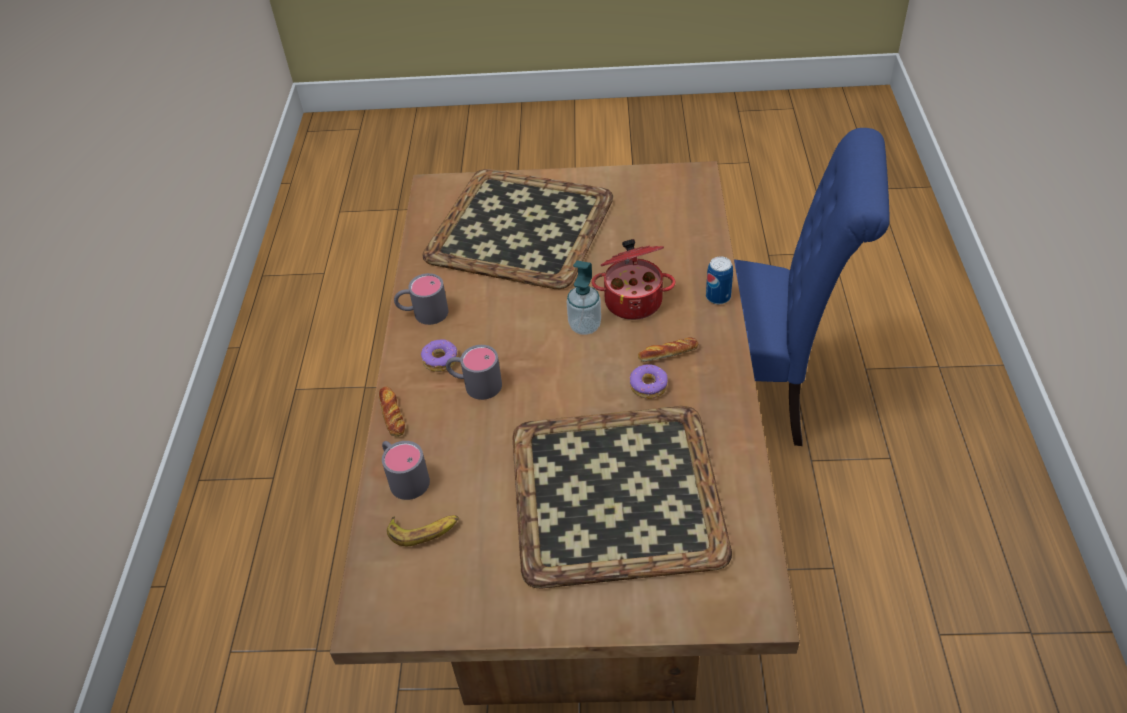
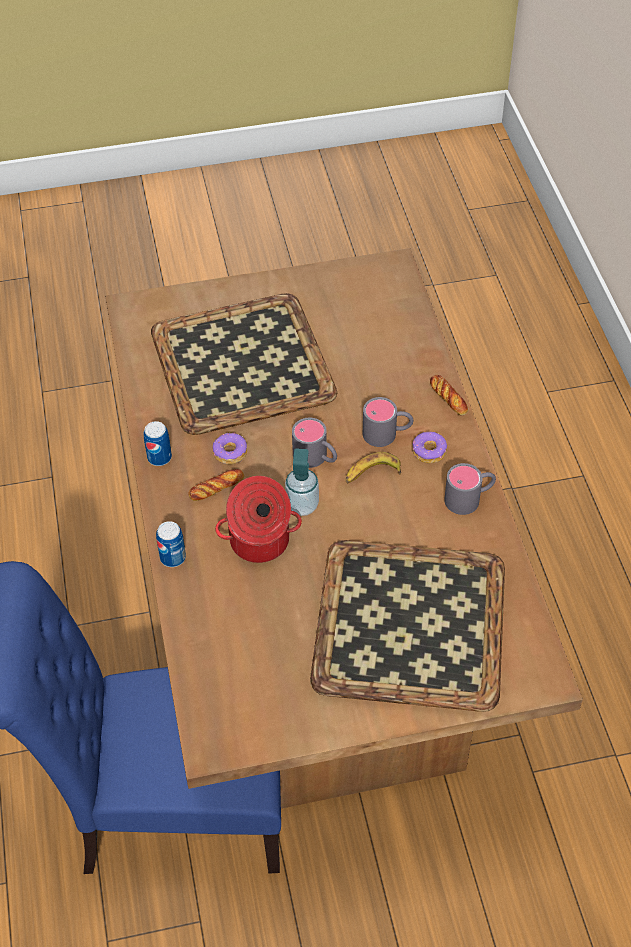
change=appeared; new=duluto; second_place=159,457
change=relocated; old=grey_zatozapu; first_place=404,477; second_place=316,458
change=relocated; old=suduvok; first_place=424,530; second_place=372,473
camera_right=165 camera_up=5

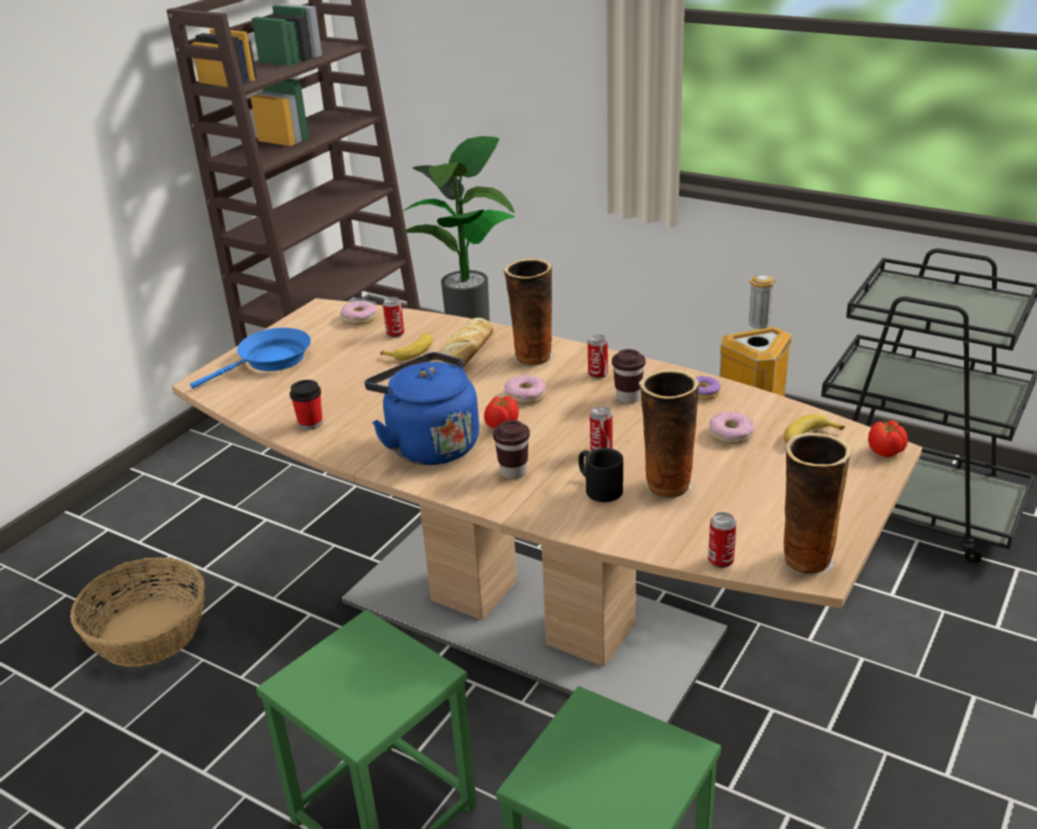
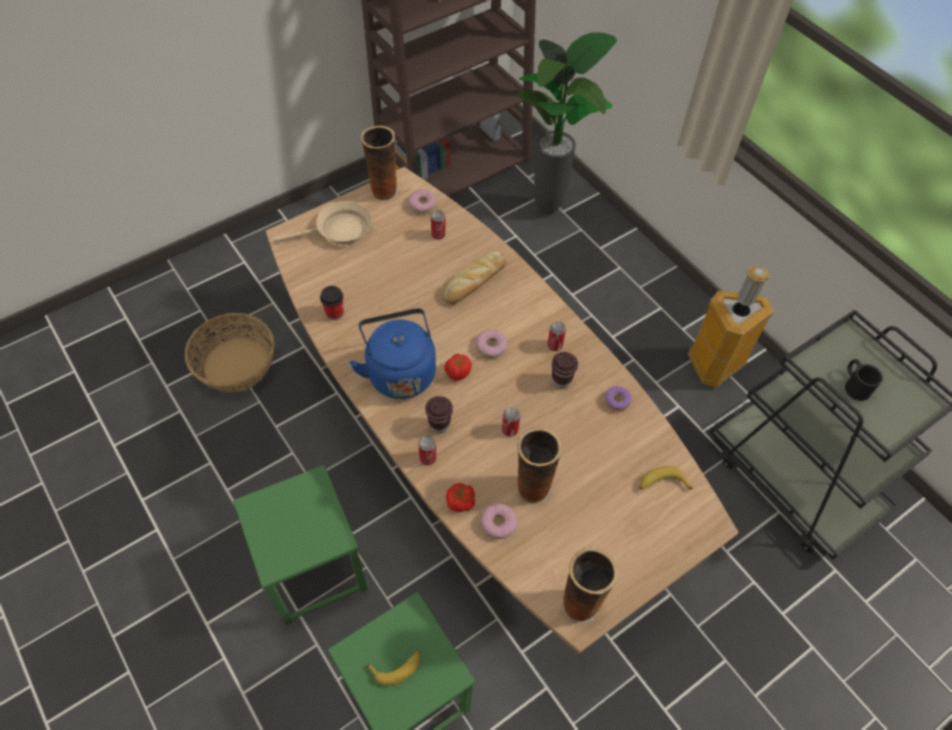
change=relocated; old=suduvok; first_place=411,351; second_place=397,667
change=relocated; old=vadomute; first_place=531,357; second_place=383,191
change=relocated; old=black_zatozapu; first_place=598,487; second_place=854,384
change=relocated; old=duluto; first_place=720,561; second_place=428,458
change=relocated; old=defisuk; first_place=731,434; second_place=498,523
change=relocated; old=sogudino; first_place=885,451; second_place=461,502
change=colour; old=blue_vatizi; new=beige_vatizi; first_place=270,361; second_place=339,230
camera_right=20 camera_up=25

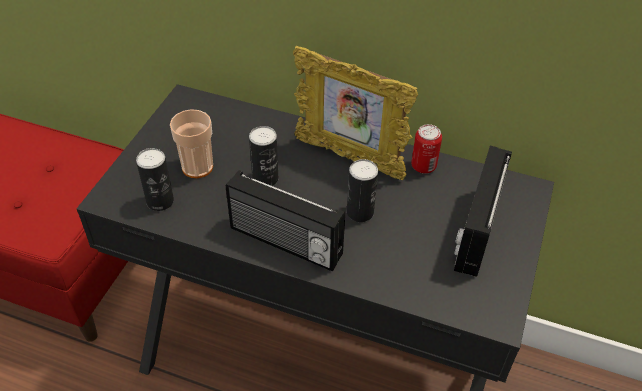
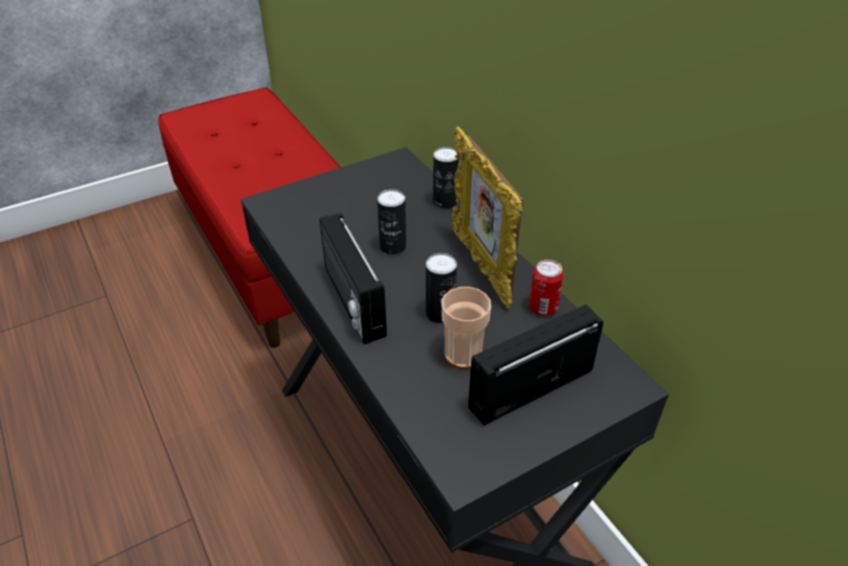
change=relocated; old=duluto; first_place=160,201; second_place=445,202
change=relocated; old=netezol; first_place=197,167; second_place=463,354
camera_right=40 camera_up=-5

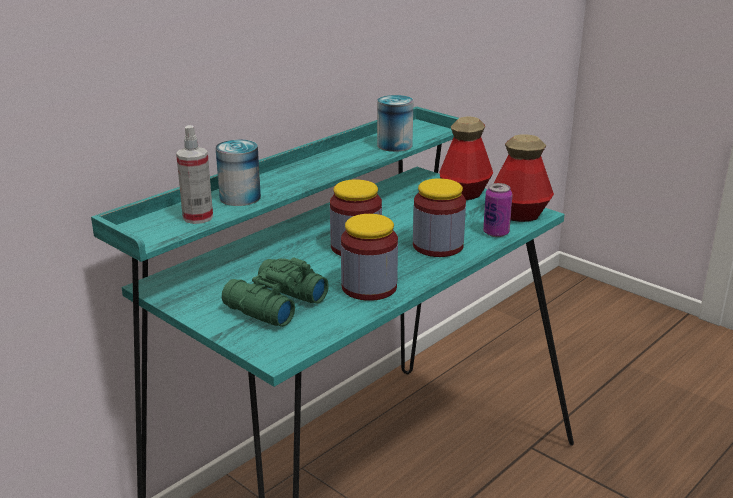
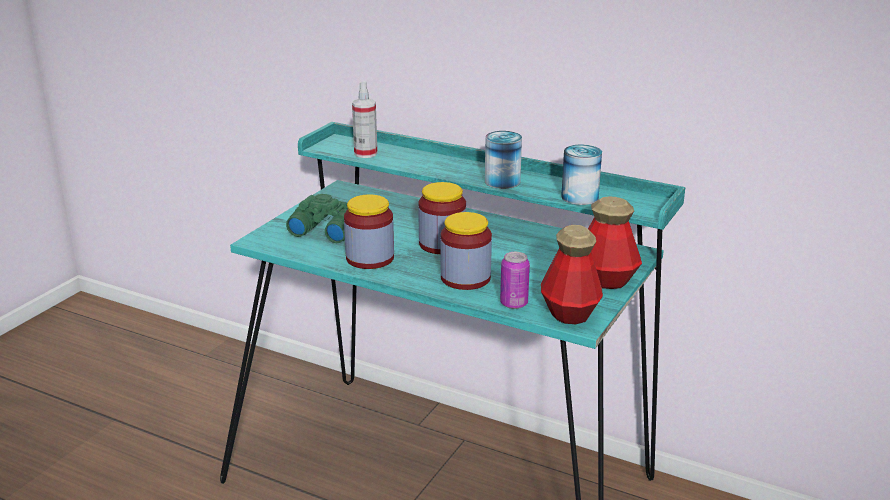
change=relocated; old=duluto; first_place=240,197; second_place=502,181
camera_right=75 camera_up=0

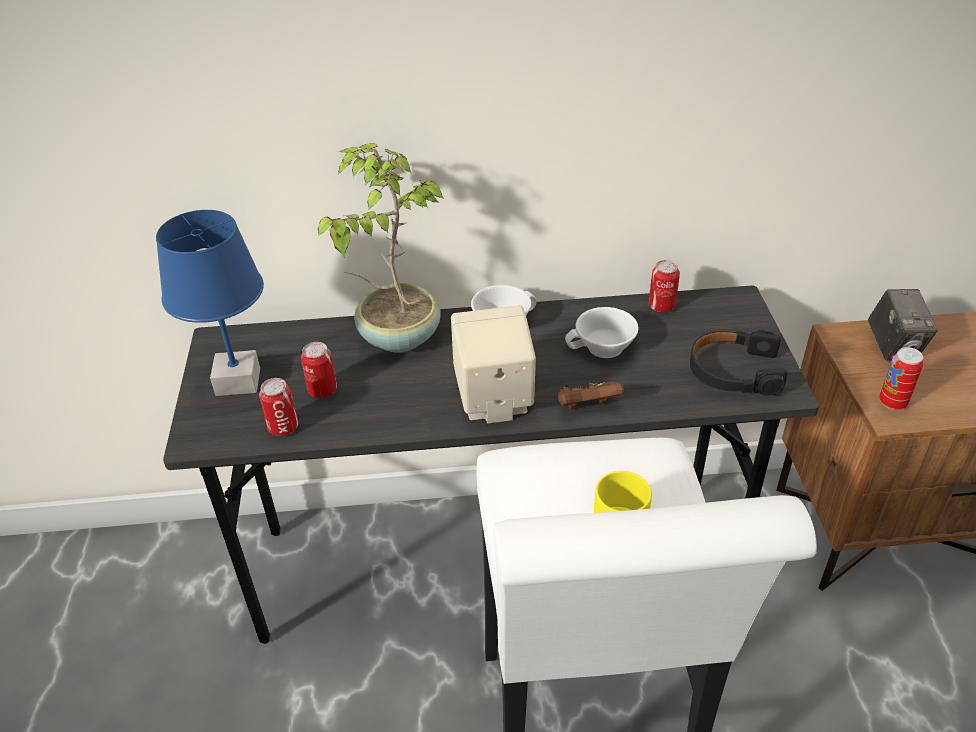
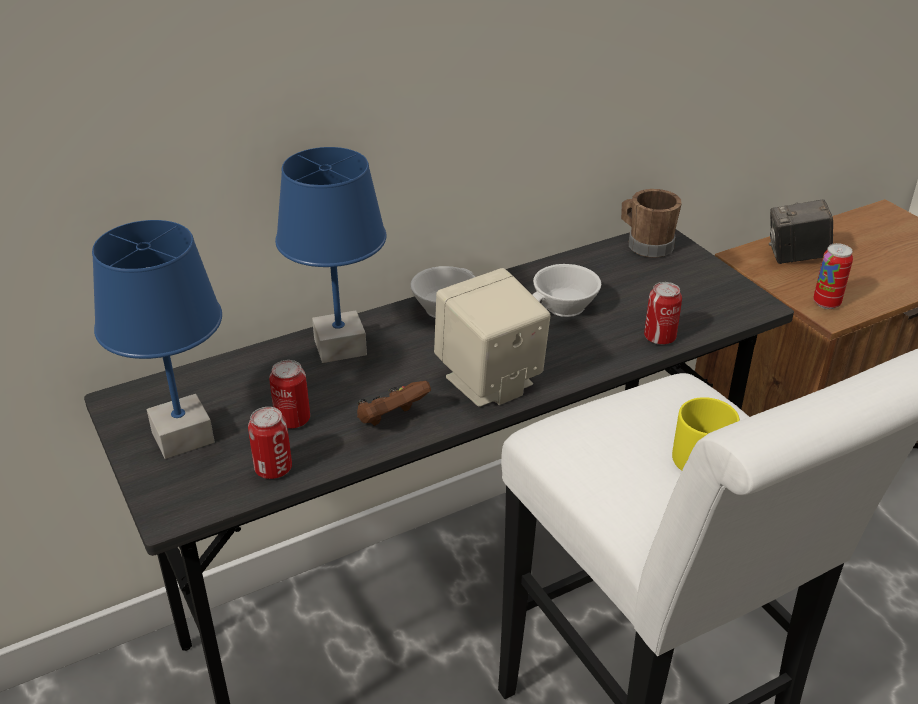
change=missing; old=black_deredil; first_place=734,371
change=appeared; new=brown_zatozapu; second_place=645,244
change=relocated; old=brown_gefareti; first_place=587,407; second_place=391,419
change=relocated; old=duluto; first_place=661,306; second_place=659,338
change=exchanged; old=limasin; new=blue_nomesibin; first_place=397,336; second_place=341,347
change=spun; old=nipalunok; first_place=893,347; second_place=795,257; degrees=120
camera_right=-25 camera_up=-5

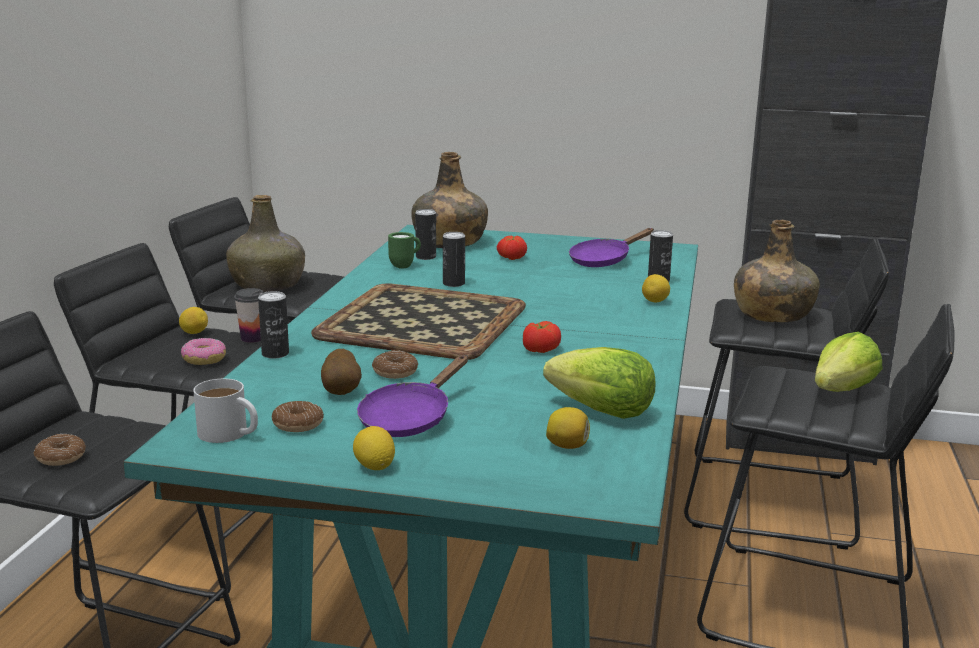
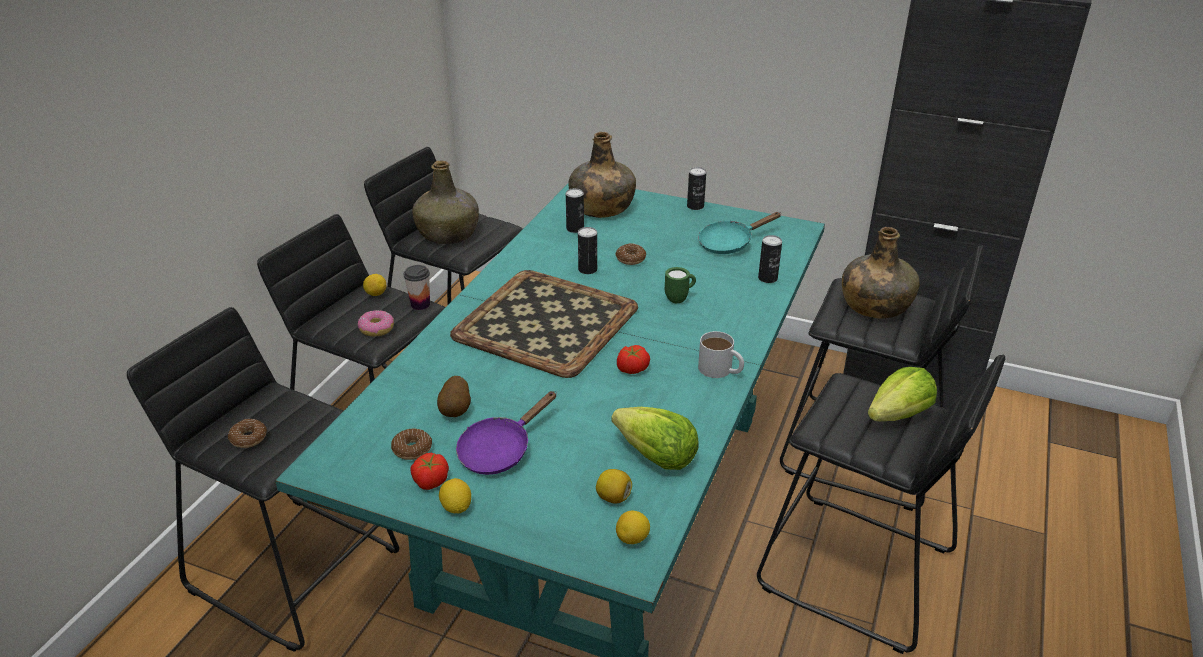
change=relocated; old=white_zatozapu; first_place=230,434; second_place=721,370
change=relocated; old=duluto; first_place=275,354; second_place=695,206
change=relocated; old=defisuk; first_place=395,372; second_place=630,259
change=relocated; old=green_zatozapu; first_place=405,266; second_place=679,299
change=relocated; old=sogudino; first_place=511,257; second_place=430,480
change=relocated; old=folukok; first_place=655,302; second_place=632,539
change=colour; old=purple_vatizi; new=turquoise_vatizi; first_place=604,260; second_place=729,243
camera_right=10 camera_up=15

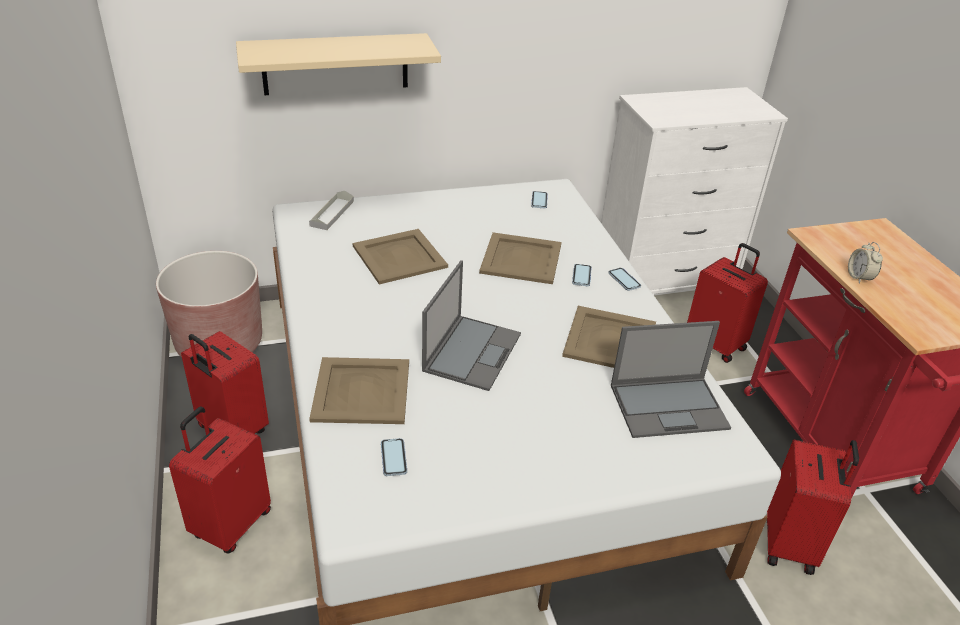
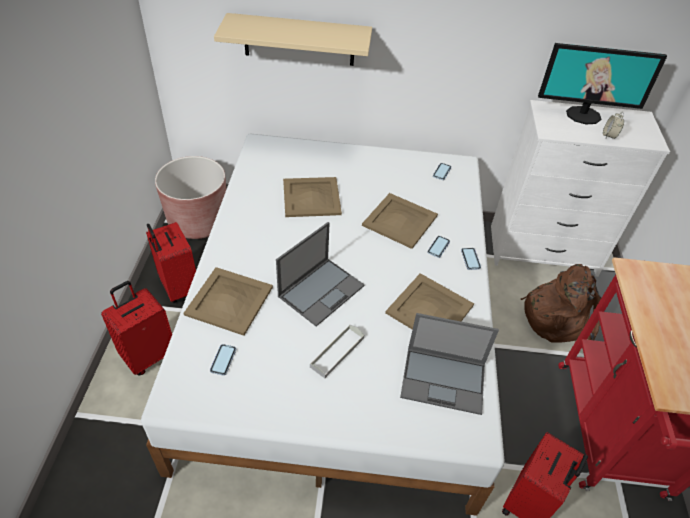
change=appeared; new=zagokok; second_place=583,115
change=relocated; old=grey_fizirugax; first_place=332,213; second_place=337,352
change=relocated; old=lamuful; first_place=859,277; second_place=609,136
change=exchanged; old=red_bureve; new=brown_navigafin; first_place=716,343; second_place=557,317
camera_right=20 camera_up=10

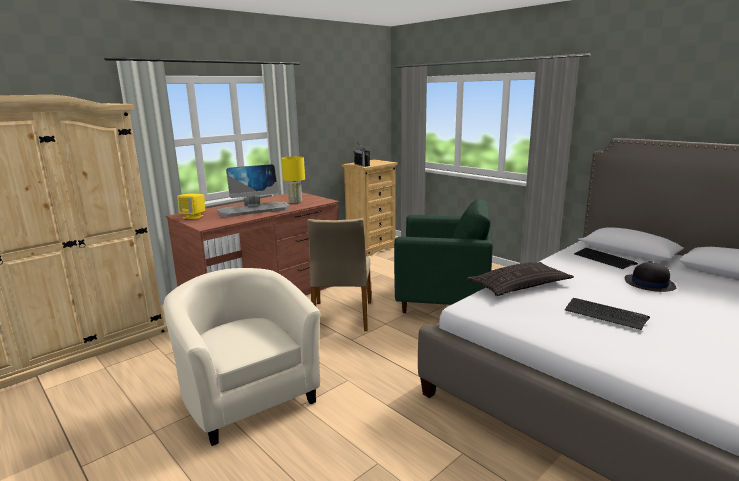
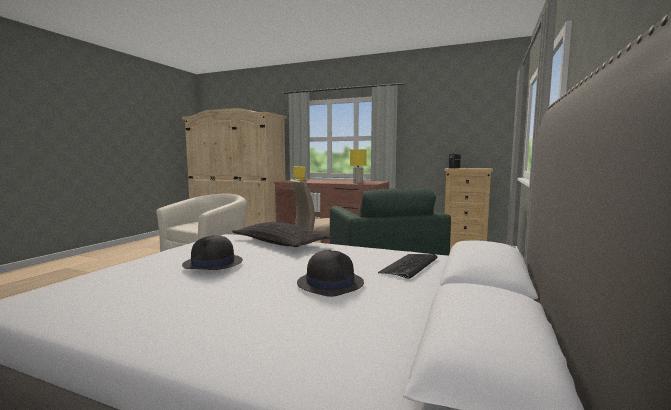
change=missing; old=zagokok; first_place=254,210
change=exchanged; old=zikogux; new=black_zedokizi; first_place=605,314; second_place=213,263
camera_right=65 camera_up=-10

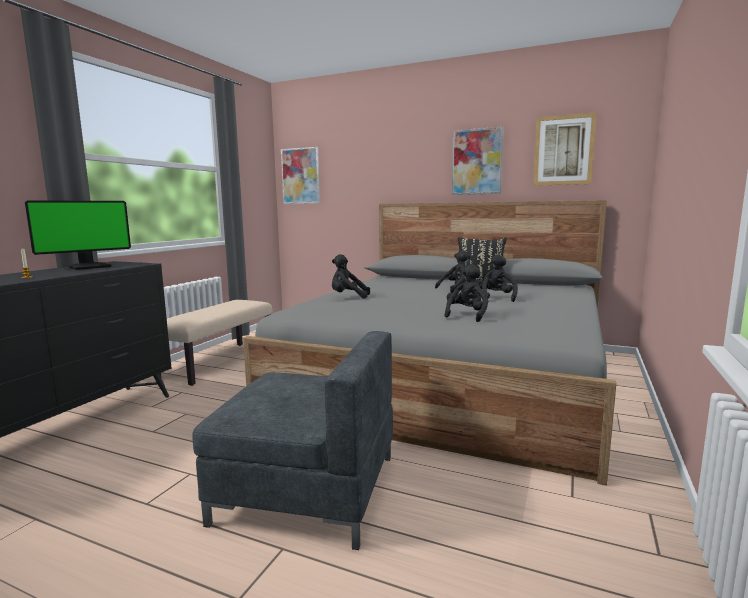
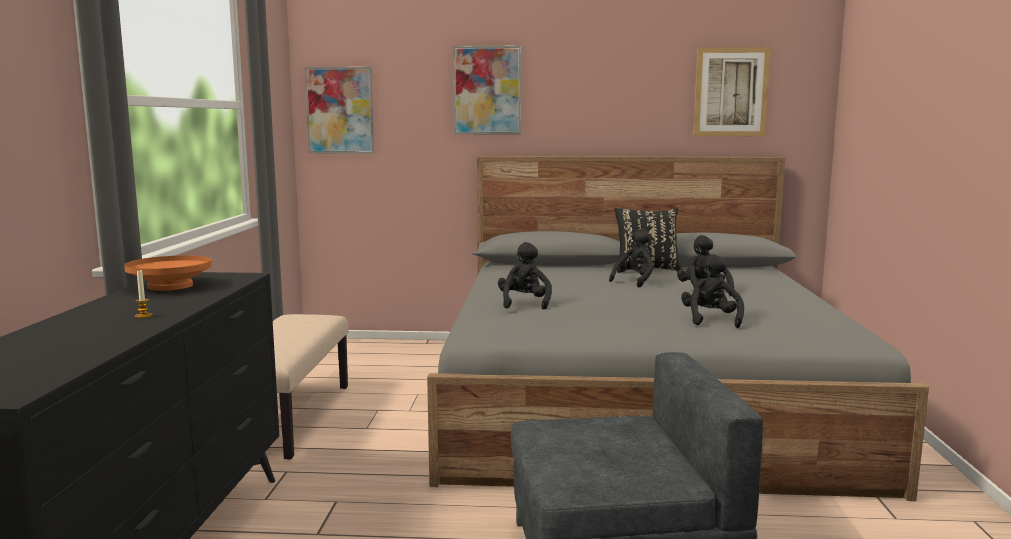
change=relocated; old=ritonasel; first_place=477,162; second_place=487,90
change=exchanged; old=zagokok; new=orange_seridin; first_place=89,266; second_place=170,286
change=spun; old=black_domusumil; first_place=348,297; second_place=524,304; degrees=105
camera_right=-20 camera_up=0

